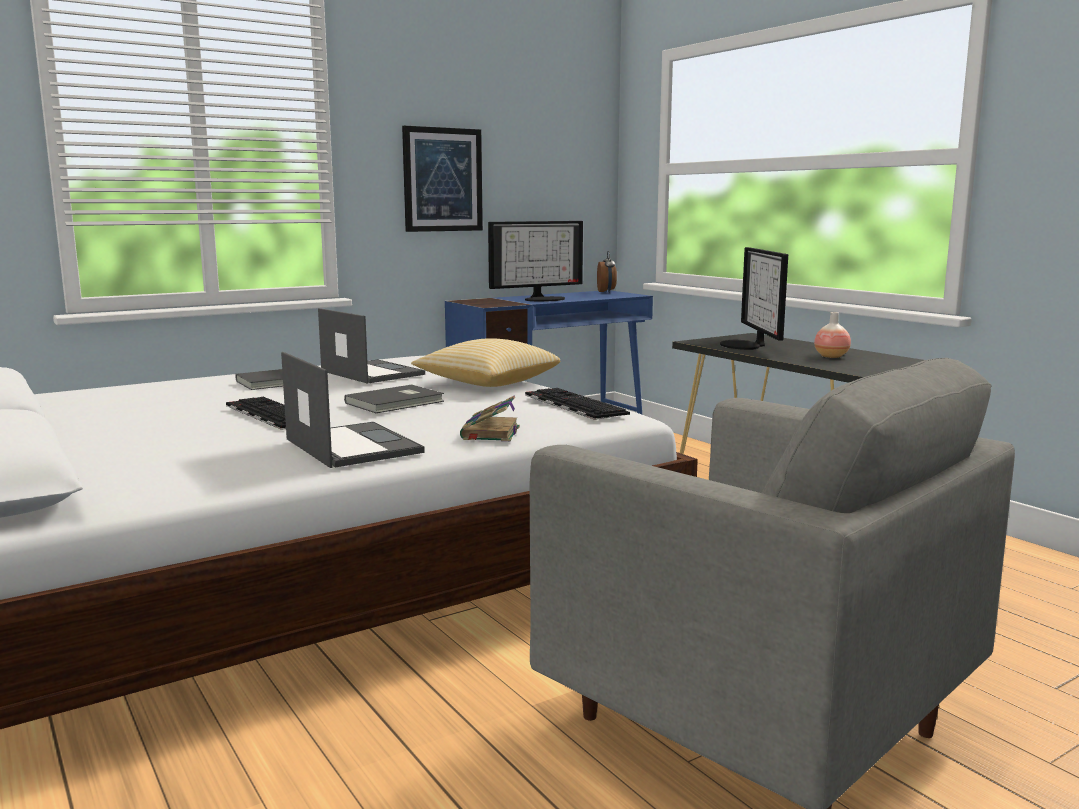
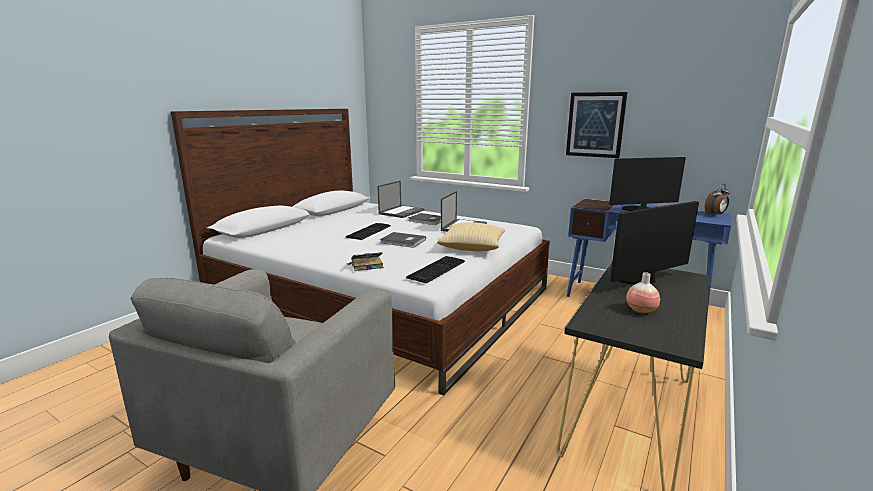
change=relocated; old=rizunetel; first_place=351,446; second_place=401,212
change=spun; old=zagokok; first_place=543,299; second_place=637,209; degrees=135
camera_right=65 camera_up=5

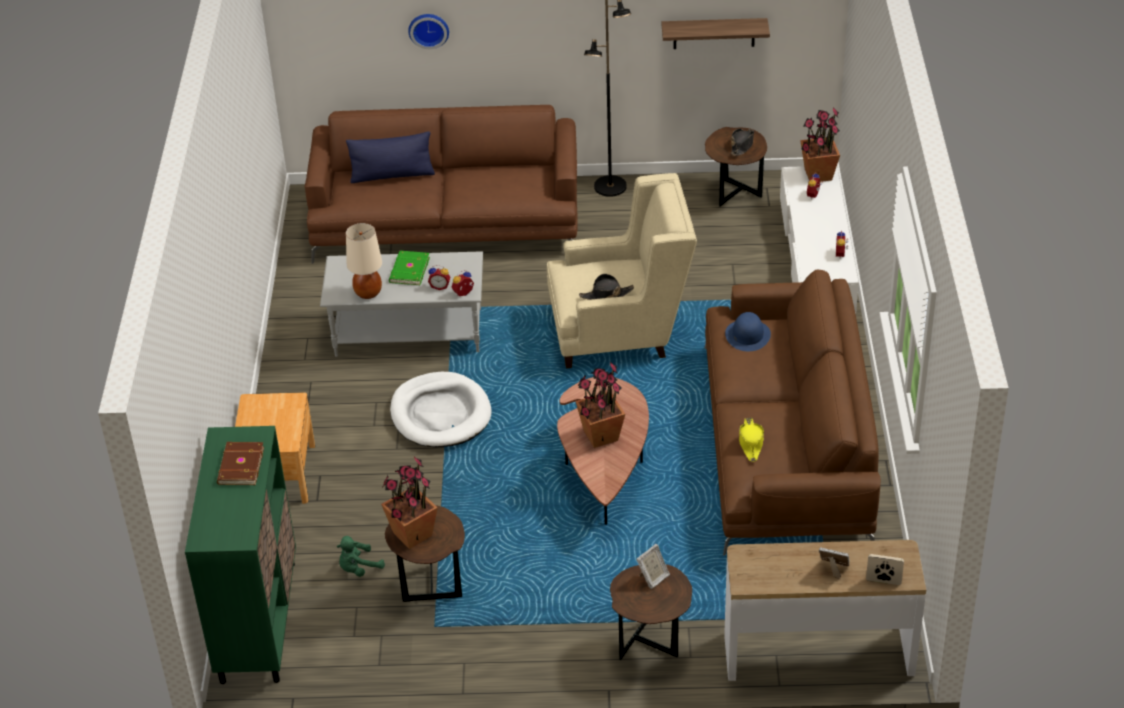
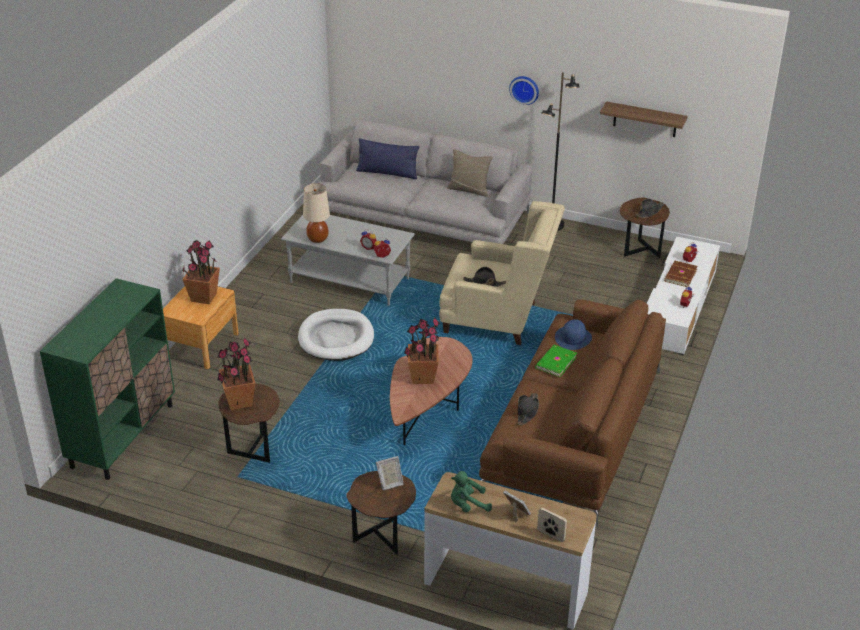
change=appeared; new=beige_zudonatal; second_place=469,189
change=relocated; old=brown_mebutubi; first_place=239,466; second_place=679,275
change=relocated; old=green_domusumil; first_place=358,568; second_place=468,505
change=relocated; old=green_mebutubi; first_place=408,270; second_place=555,362
change=relocated; old=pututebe; first_place=428,29; second_place=524,89
change=relocated; old=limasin; first_place=818,174; second_place=204,297
change=colour; old=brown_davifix; new=grey_davifix; first_place=447,220; second_place=423,217
change=colour; old=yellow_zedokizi; new=black_zedokizi; first_place=750,443; second_place=527,412
camera_right=20 camera_up=-5

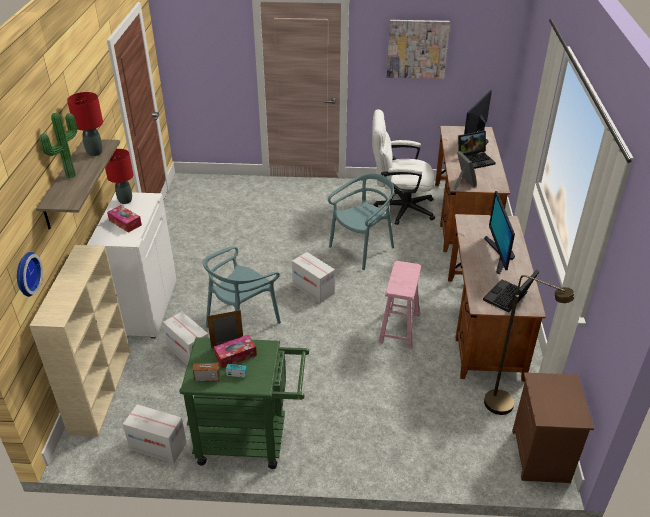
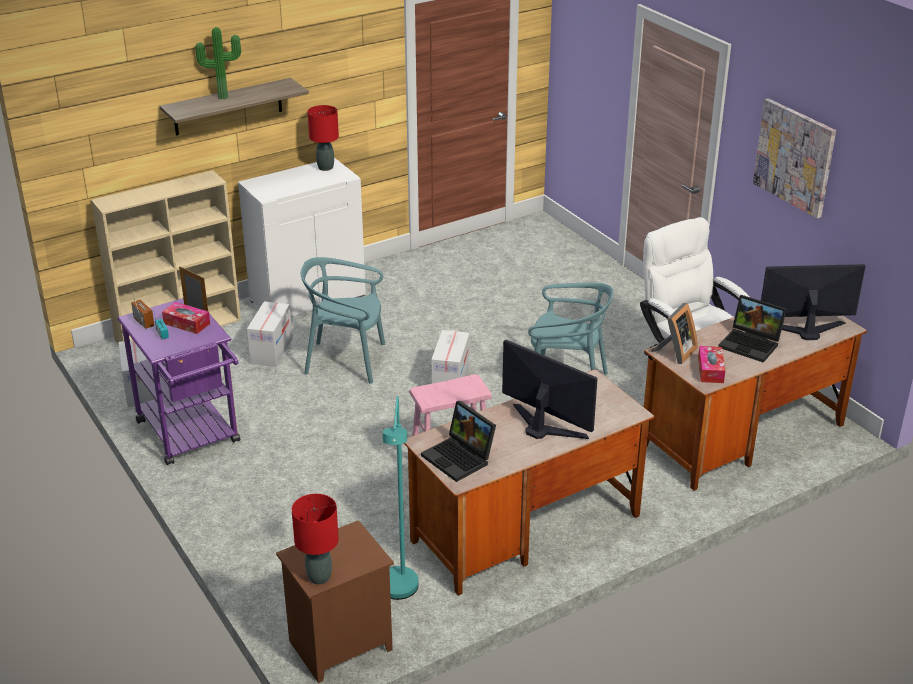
change=missing; old=pututebe; first_place=25,274
change=relocated; old=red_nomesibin; first_place=94,152; second_place=319,577
change=relocated; old=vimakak; first_place=125,223; second_place=710,370
change=colour; old=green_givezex; new=purple_givezex; first_place=251,439; second_place=192,436
change=colour; old=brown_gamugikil; new=turquoise_gamugikil; first_place=507,406; second_place=399,593
change=spun; old=rizunetel; first_place=508,299; second_place=460,458; degrees=-135
change=spun; old=zagokok; first_place=499,255; second_place=543,426; degrees=75
camera_right=55 camera_up=-5

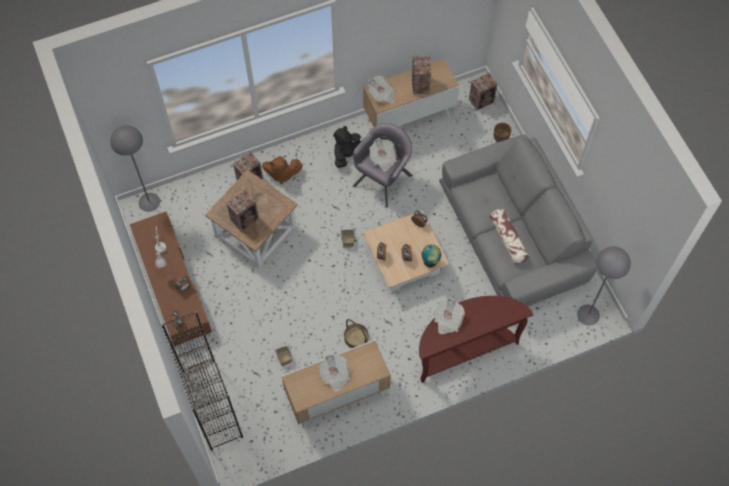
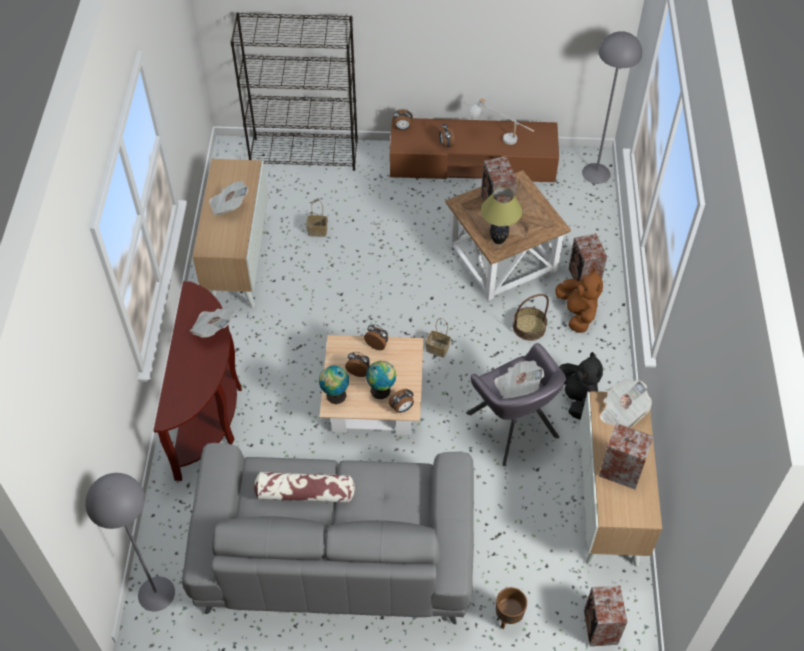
change=appeared; new=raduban; second_place=382,390
change=appeared; new=nomesibin; second_place=498,240
change=relocated; old=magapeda; first_place=356,337; second_place=529,327
change=spun; old=brown_domusumil; first_place=282,174; second_place=577,313; degrees=135
camera_right=115 camera_up=-10

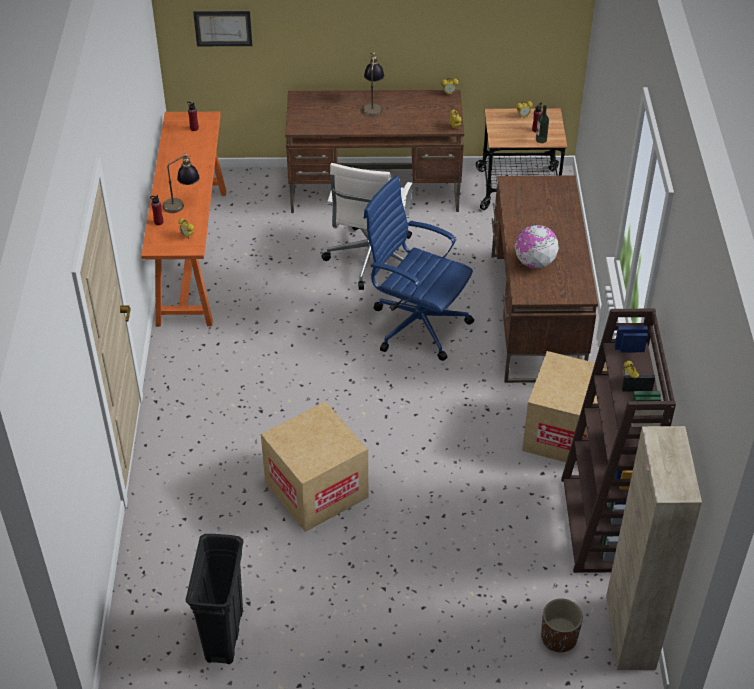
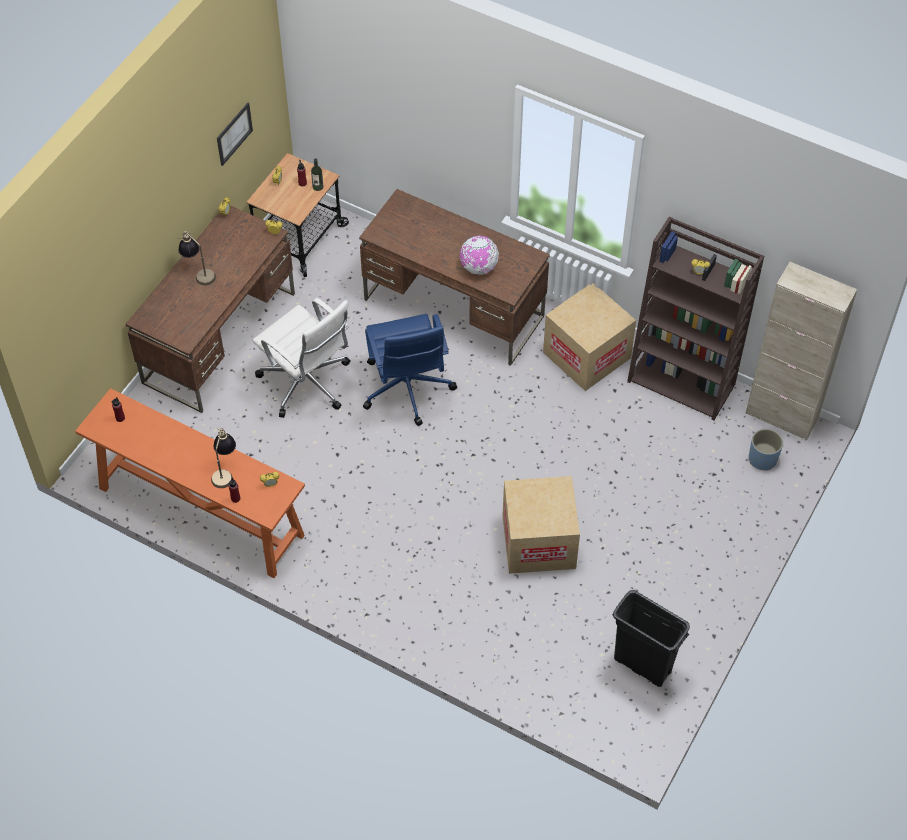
change=relocated; old=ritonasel; first_place=223,28; second_place=234,133
change=colour; old=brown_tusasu; new=blue_tusasu; first_place=558,638; second_place=762,459
change=spun; old=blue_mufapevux; first_place=417,324; second_place=407,390; degrees=-75
camera_right=-60 camera_up=10

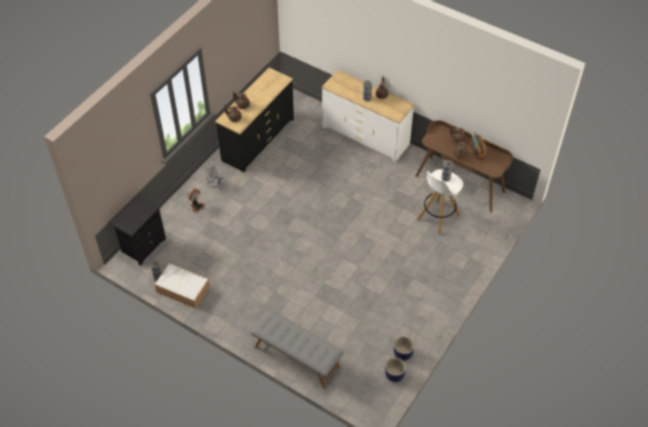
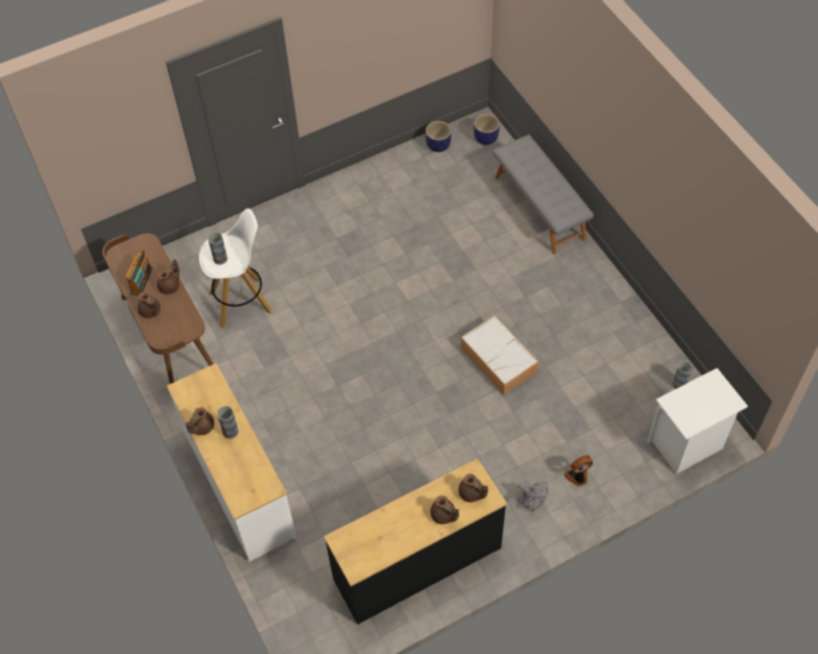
change=relocated; old=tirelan; first_place=182,289; second_place=499,361
change=relocated; old=tusasu; first_place=402,354; second_place=486,138
change=colour; old=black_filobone; new=white_filobone; first_place=142,245; second_place=686,445
camera_right=-150 camera_up=5

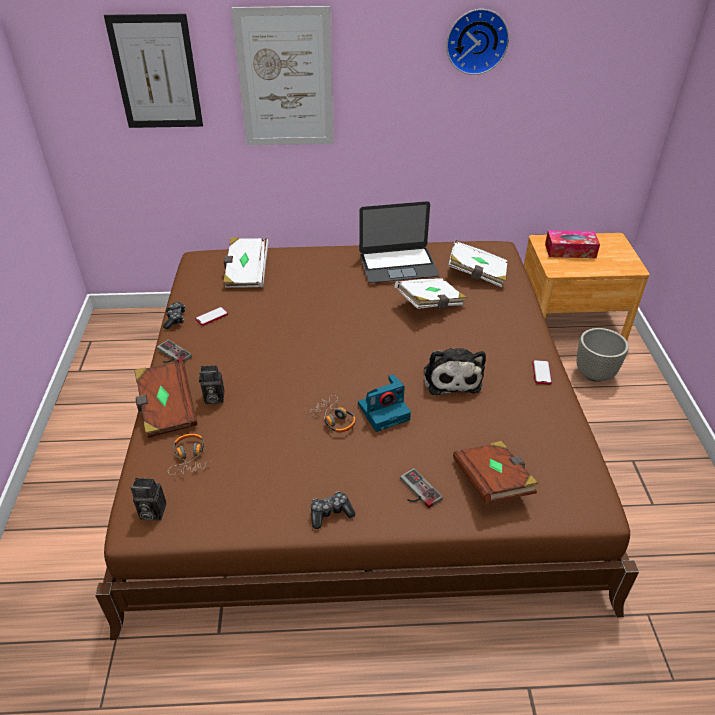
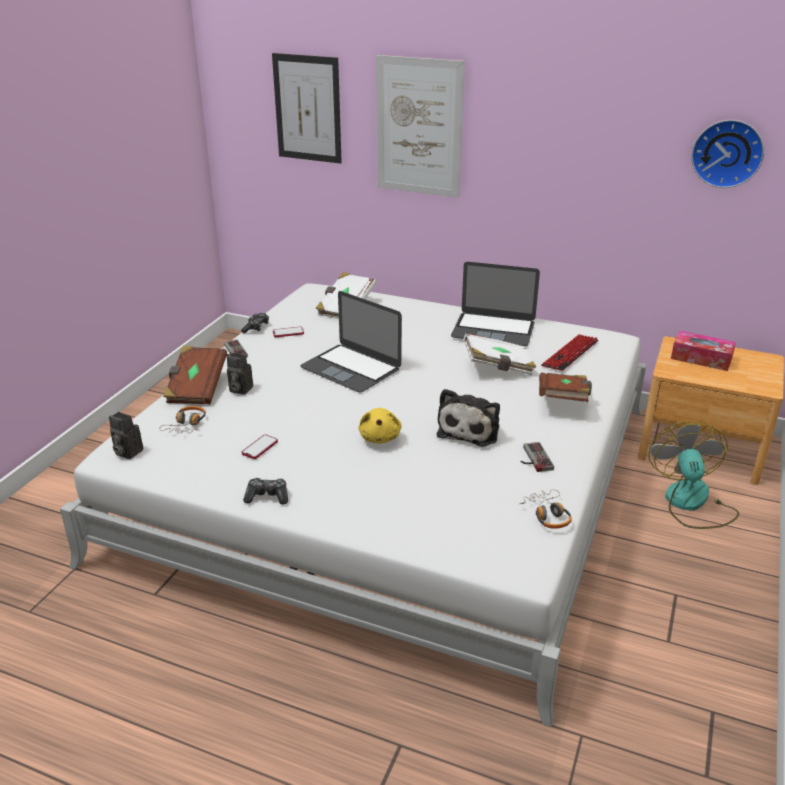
change=appeared; new=rizunetel; second_place=351,368
change=relocated; old=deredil; first_place=333,419; second_place=547,514
change=relocated; old=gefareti; first_place=416,491; second_place=533,459
change=relocated; old=pututebe; first_place=476,41; second_place=727,153
change=relocated; old=brown_mebutubi; first_place=493,482; second_place=563,400
change=relocated; old=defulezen; first_place=541,373; second_place=260,448
change=exchanged; old=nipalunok; new=yellow_domusumil; first_place=384,411; second_place=380,437
change=exchanged; old=white_mebutubi; new=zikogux; first_place=477,274; second_place=570,354
change=exchanged; old=grey_tusasu; new=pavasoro; first_place=594,374; second_place=691,503
change=colour; old=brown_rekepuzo; new=white_rekepuzo; first_place=356,430; second_place=391,480
camera_right=25 camera_up=-10

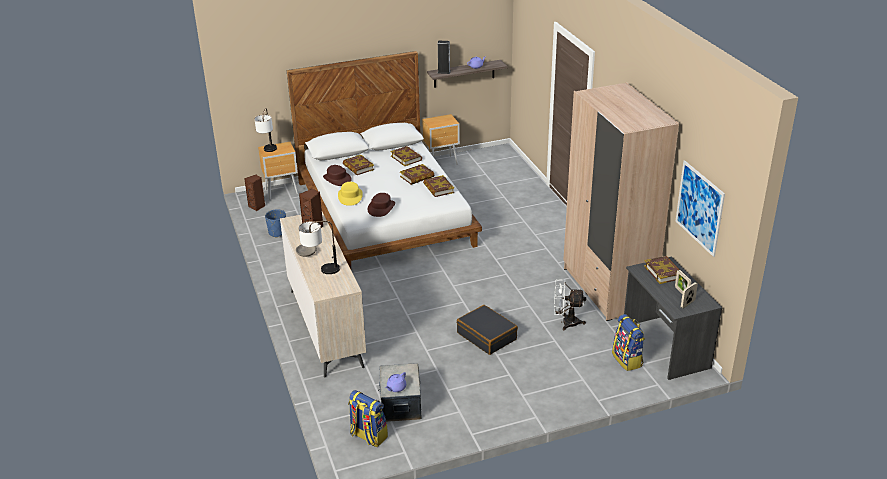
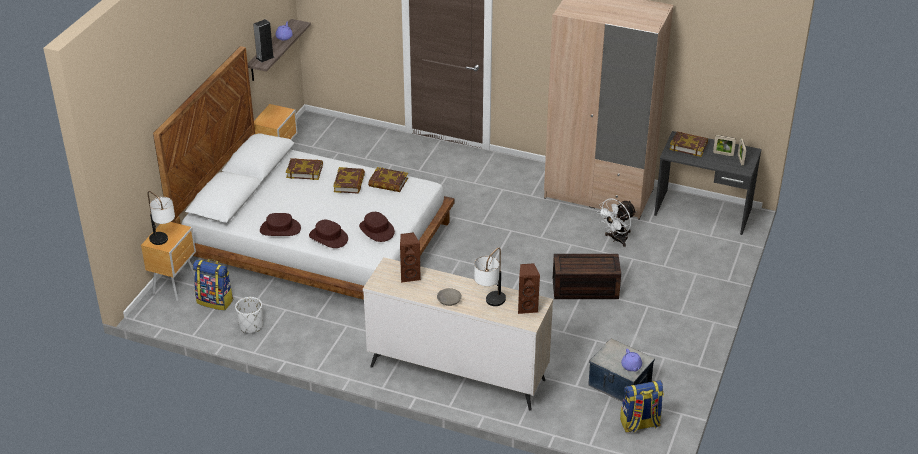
change=missing; old=mebutubi; first_place=358,167
change=missing; old=ritonasel; first_place=699,208
change=relocated; old=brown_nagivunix; first_place=257,206; second_place=527,307
change=relocated; old=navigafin; first_place=627,360; second_place=215,301
change=exchanged; old=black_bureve; new=brown_tirelan; first_place=487,336; second_place=584,289
change=colour; old=blue_tusasu; new=white_tusasu; first_place=277,232; second_place=251,326
change=colour; old=yellow_zedokizi; new=brown_zedokizi; first_place=350,197; second_place=328,237
camera_right=-50 camera_up=5

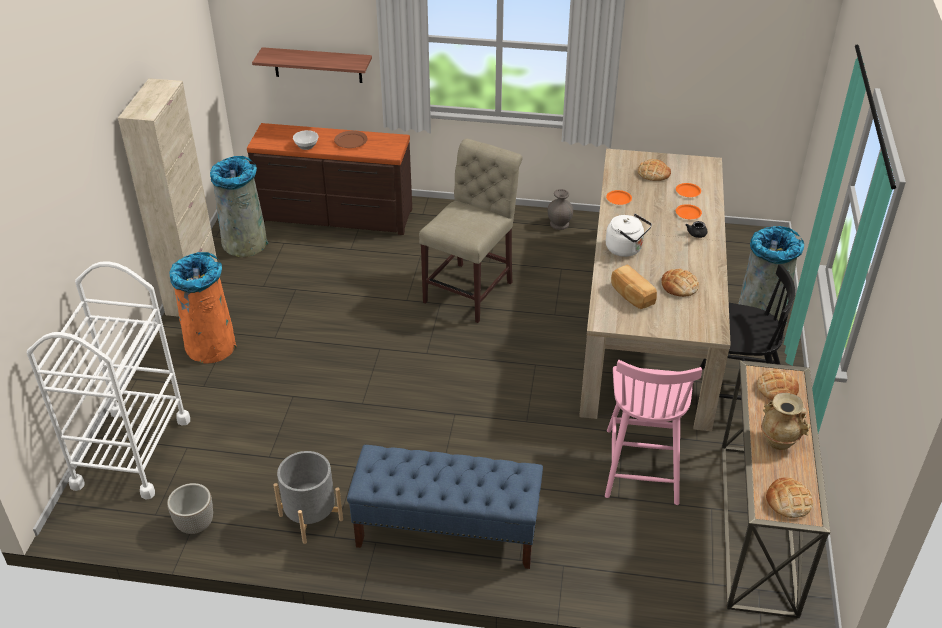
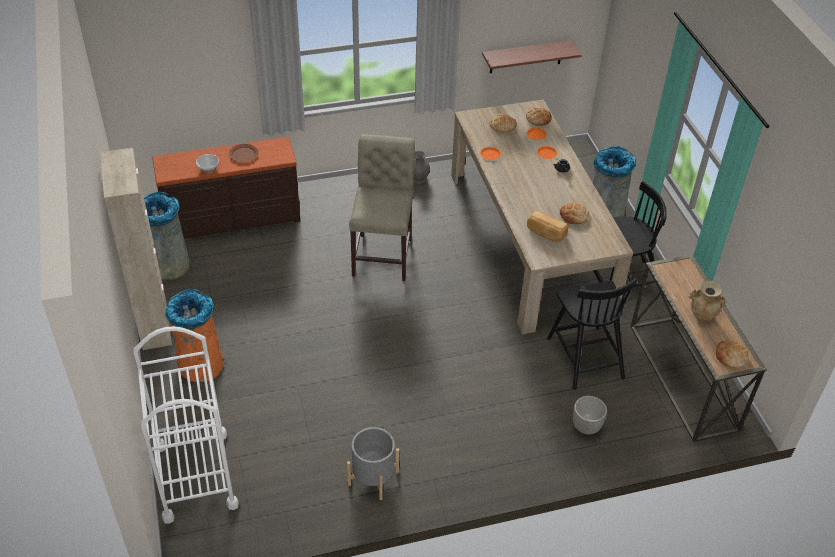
change=missing; old=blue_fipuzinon; first_place=446,532
change=missing; old=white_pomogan; first_place=626,249
change=relocated; old=tusasu; first_place=196,524; second_place=586,426
change=relocated; old=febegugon; first_place=317,65; second_place=526,57
change=relocated; old=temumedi; first_place=777,389; second_place=538,119
change=colour; old=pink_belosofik; new=black_belosofik; first_place=642,464; second_place=584,356
camera_right=-25 camera_up=5

